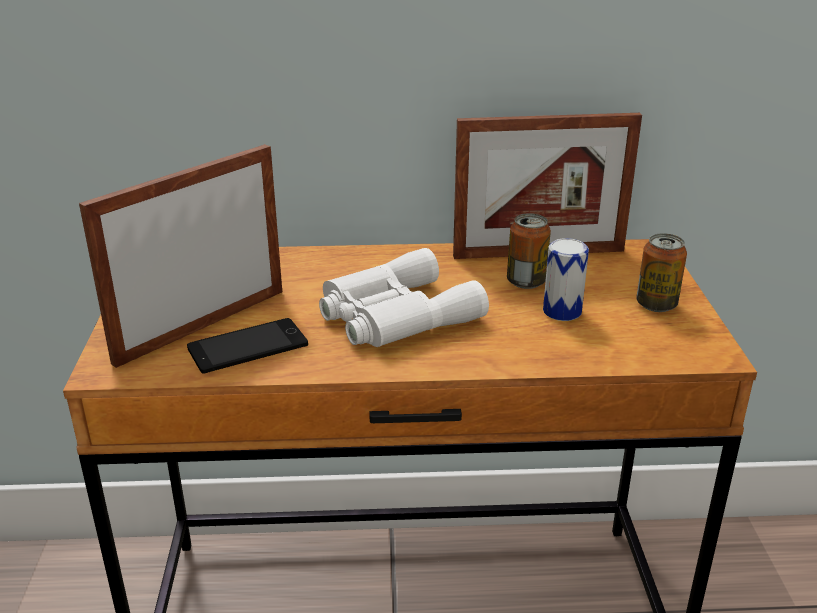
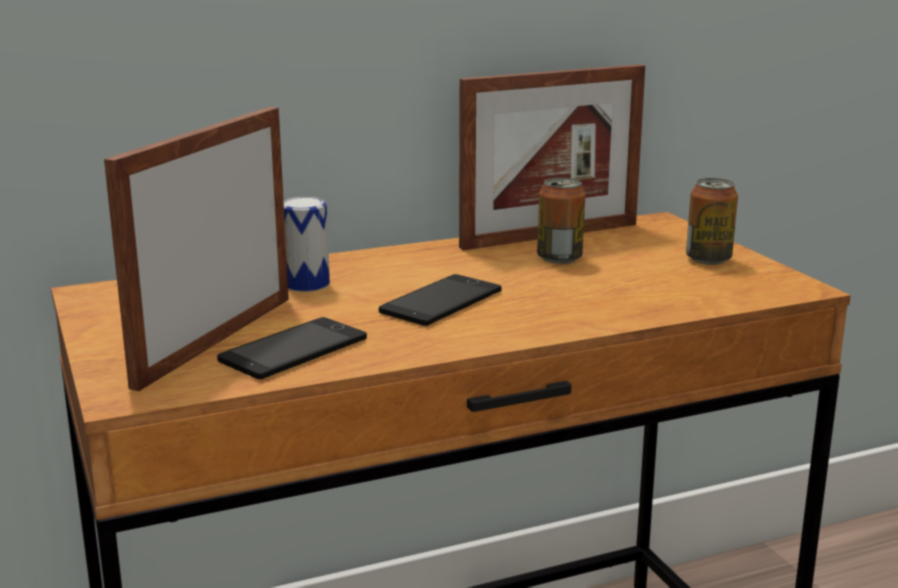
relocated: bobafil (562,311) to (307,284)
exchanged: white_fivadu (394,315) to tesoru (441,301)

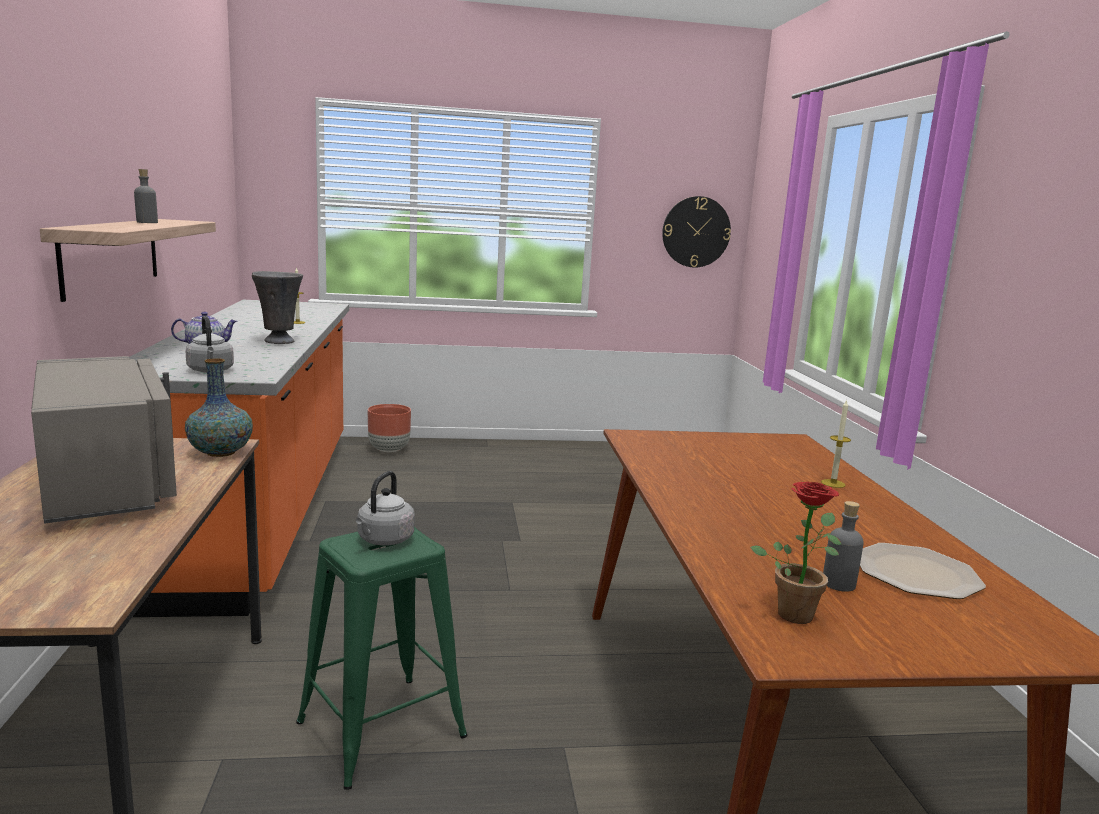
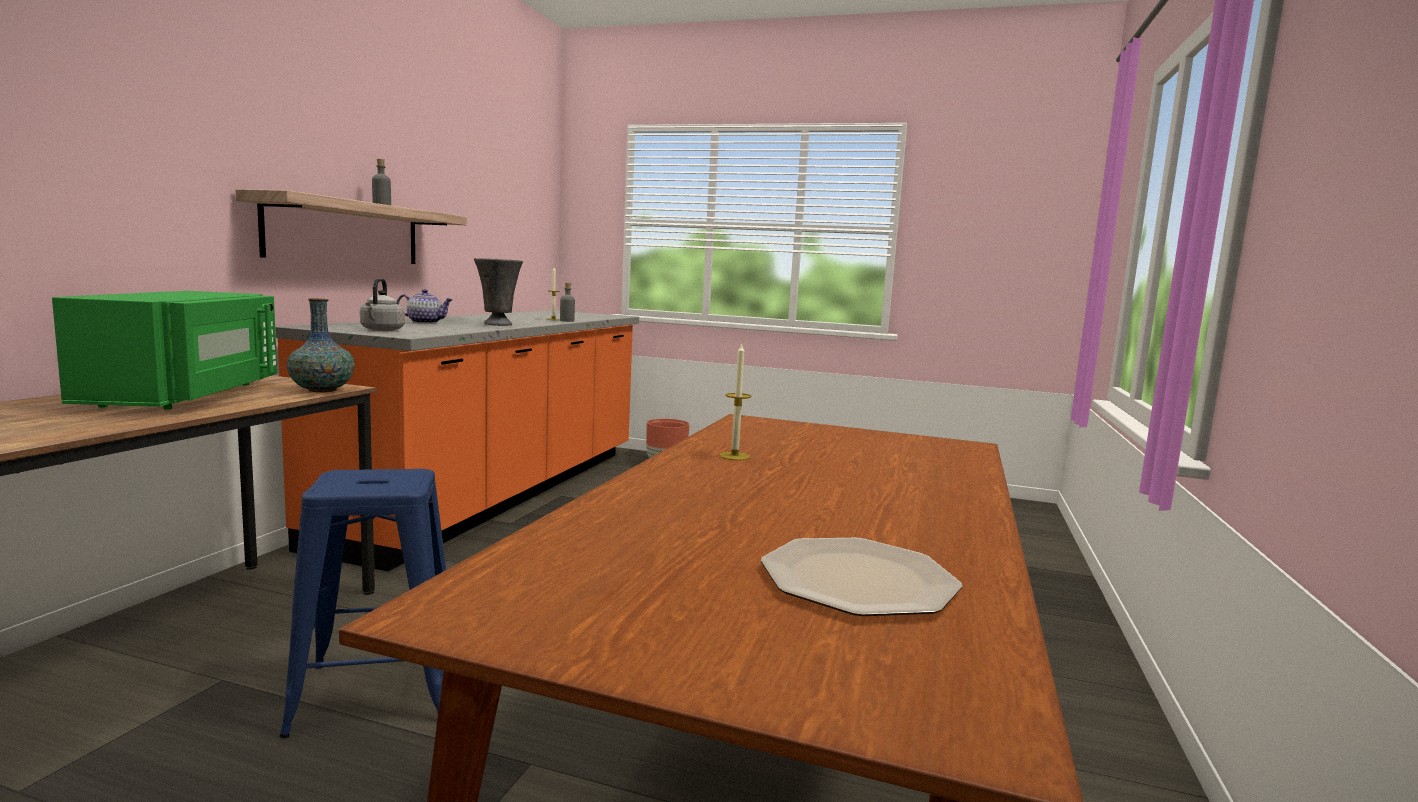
missing: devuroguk (696,232); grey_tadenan (384,540); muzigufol (795,611)
relocated: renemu (833,483) to (734,456); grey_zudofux (838,584) to (567,321)
colour: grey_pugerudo (108,483) to green_pugerudo (188,395); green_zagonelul (381,729) to blue_zagonelul (377,693)

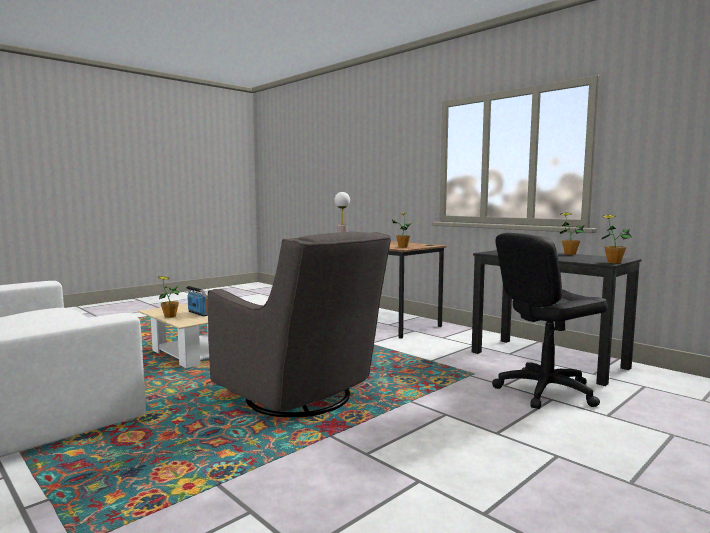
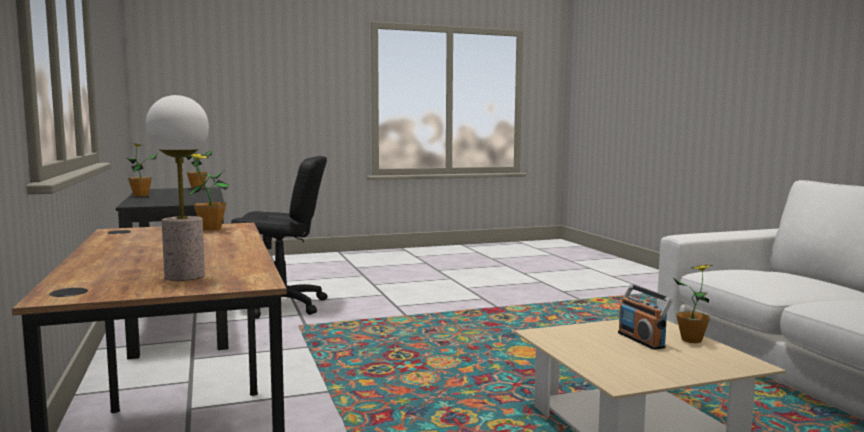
missing: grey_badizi (301,398)

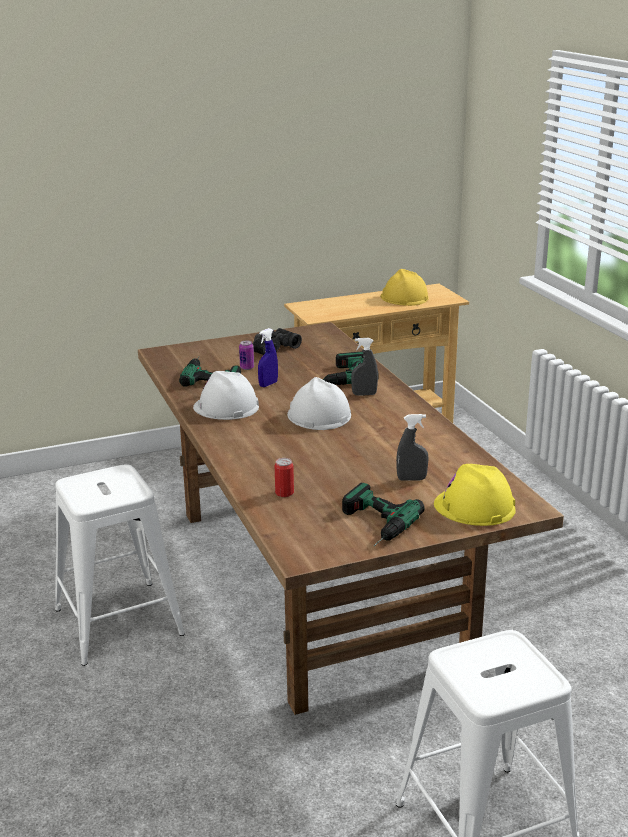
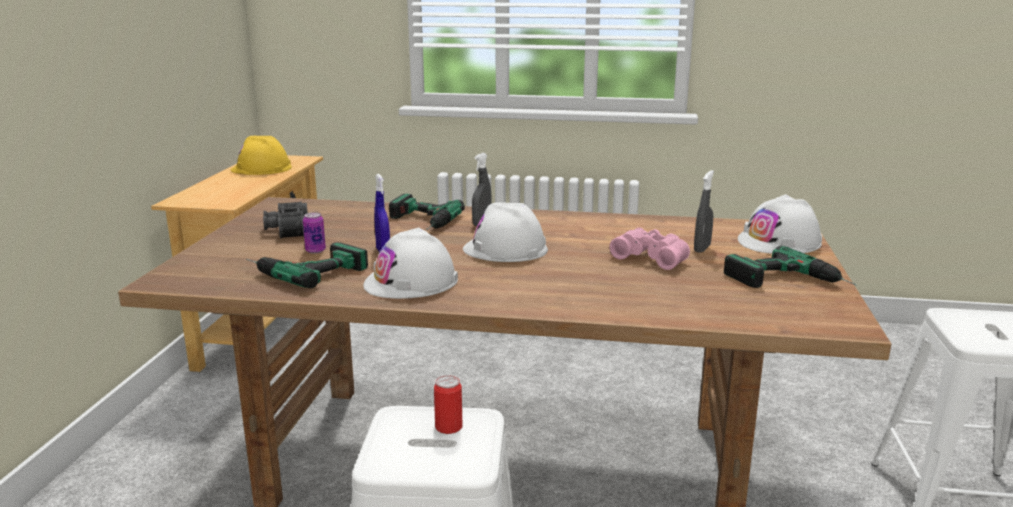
appeared: pink_fivadu (652,257)
relocated: bobafil (284,493) to (448,427)
colour: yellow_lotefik (474,507) to white_lotefik (779,242)

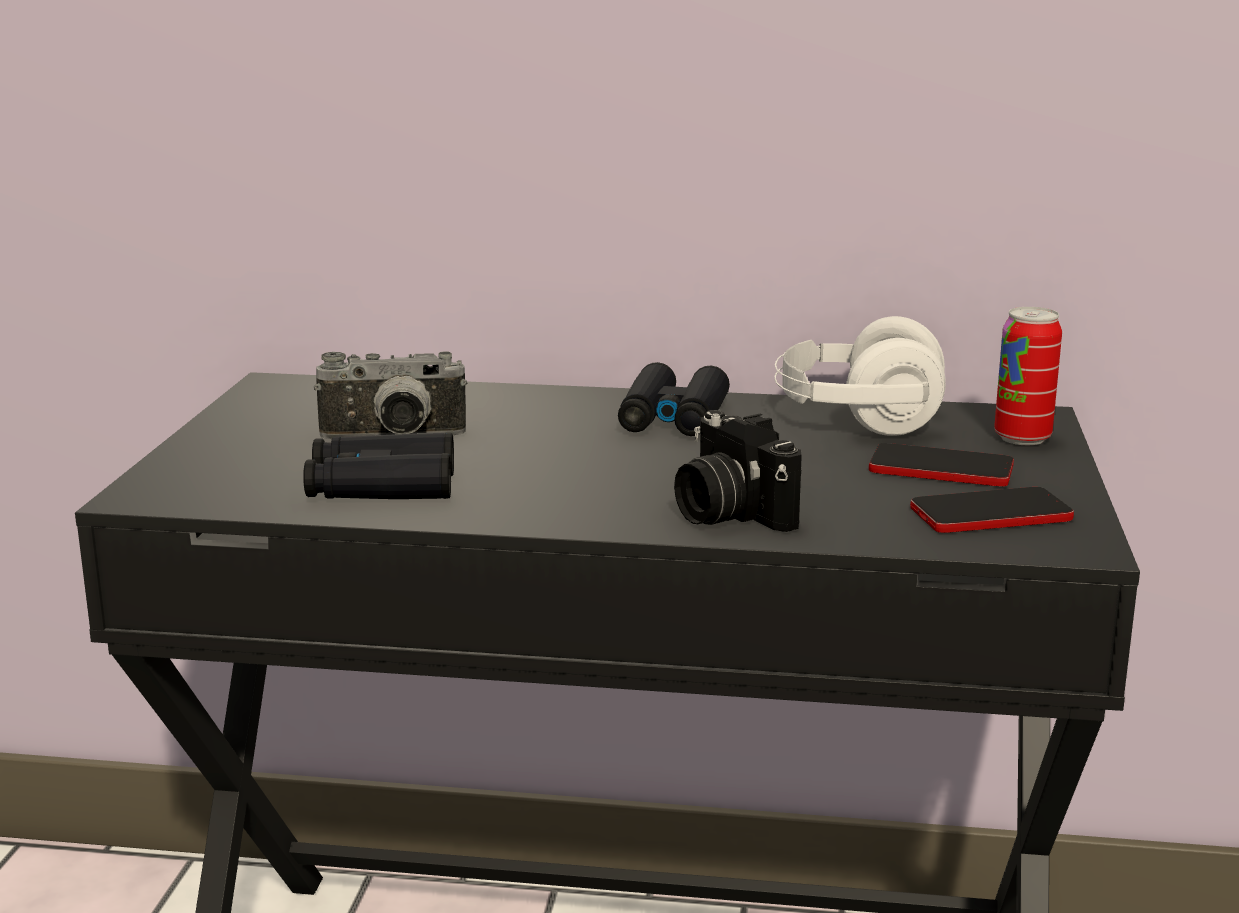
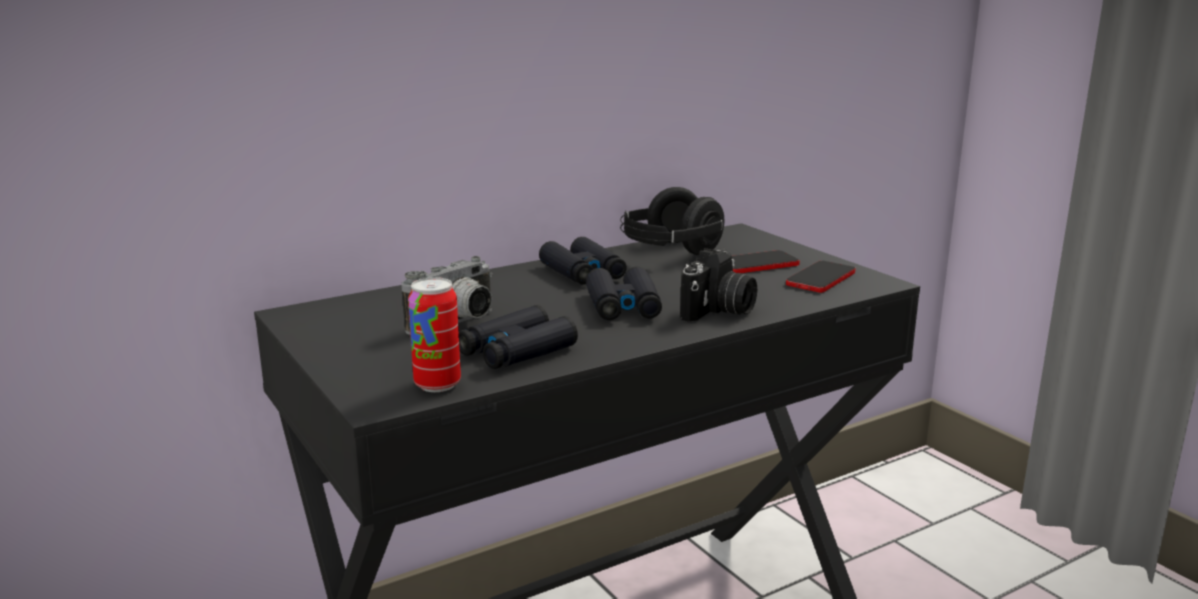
appeared: black_fivadu (623,306)
relocated: bobafil (1022,438) to (437,385)
colour: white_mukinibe (856,419) to black_mukinibe (669,251)
spun: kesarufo (727,513) = (719,311) 75 degrees counterclockwise

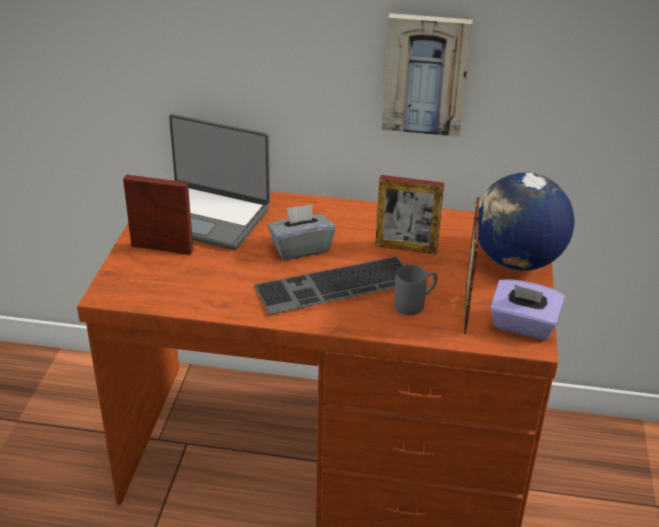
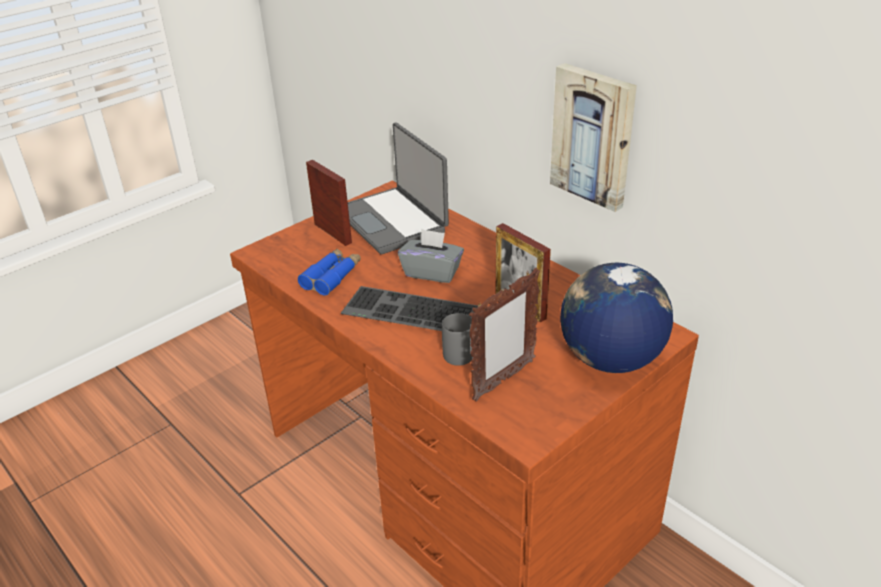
missing: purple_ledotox (523,326)
appeared: blue_fivadu (332,277)

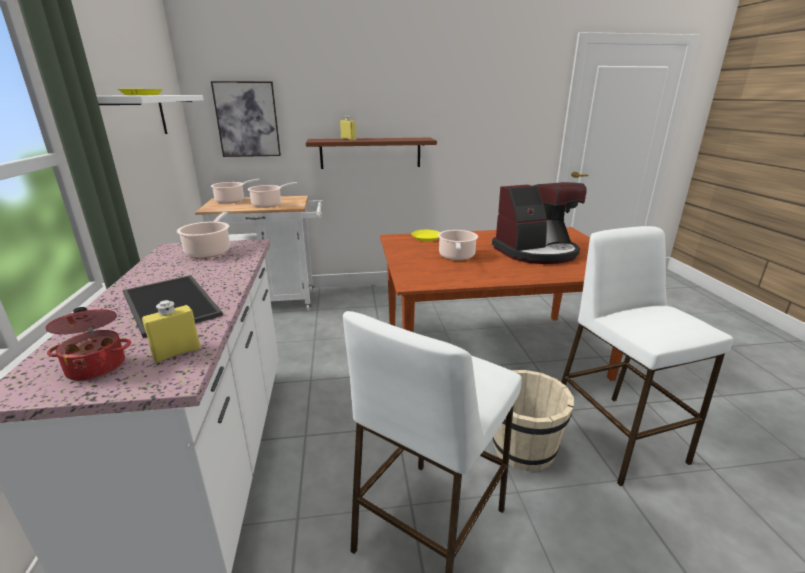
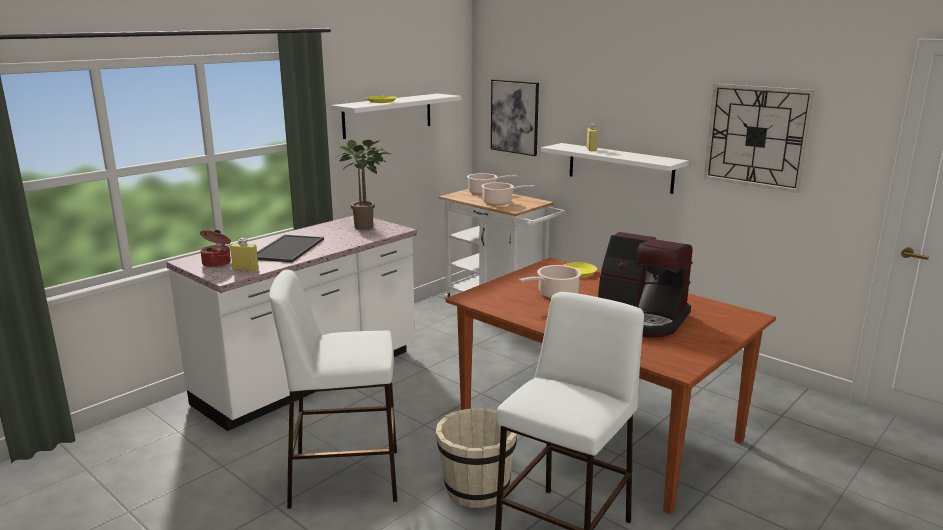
appeared: devuroguk (756,136)
exchanged: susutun (209,251) to muzigufol (367,227)
colour: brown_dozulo (370,153) to white_dozulo (620,167)

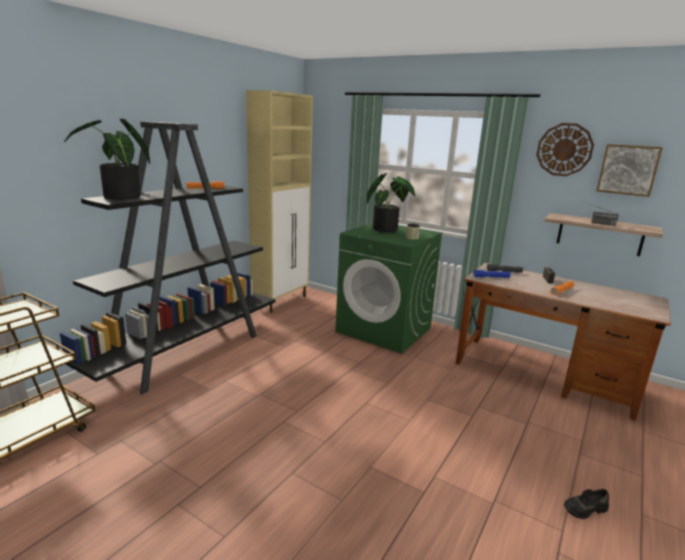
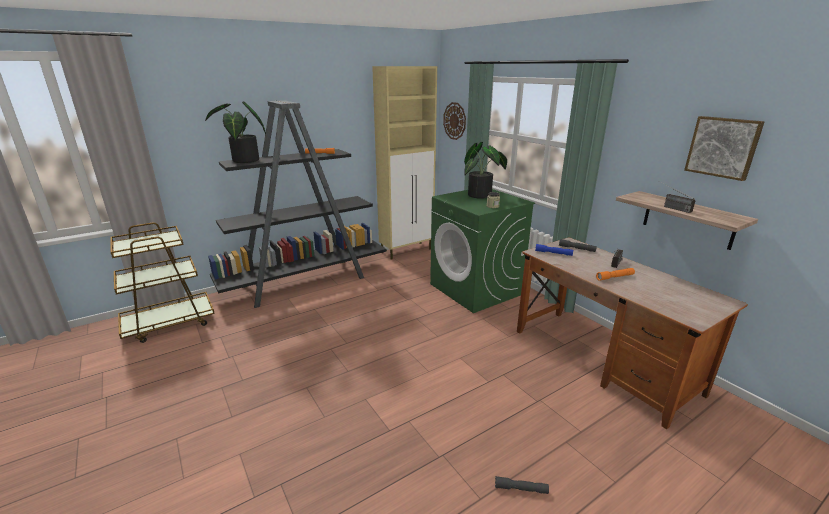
relocated: devuroguk (564,149) to (454,121)
exchanged: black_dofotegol (584,508) to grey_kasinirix (521,489)

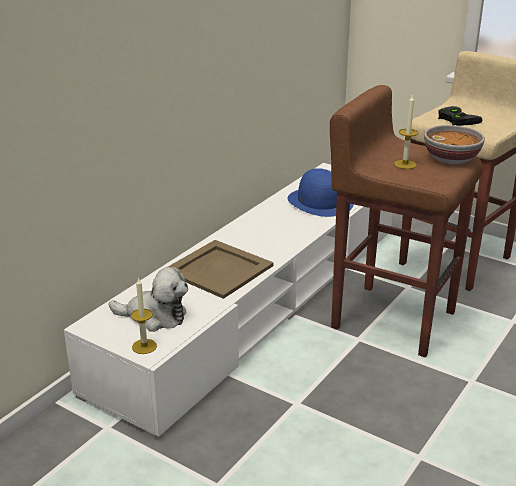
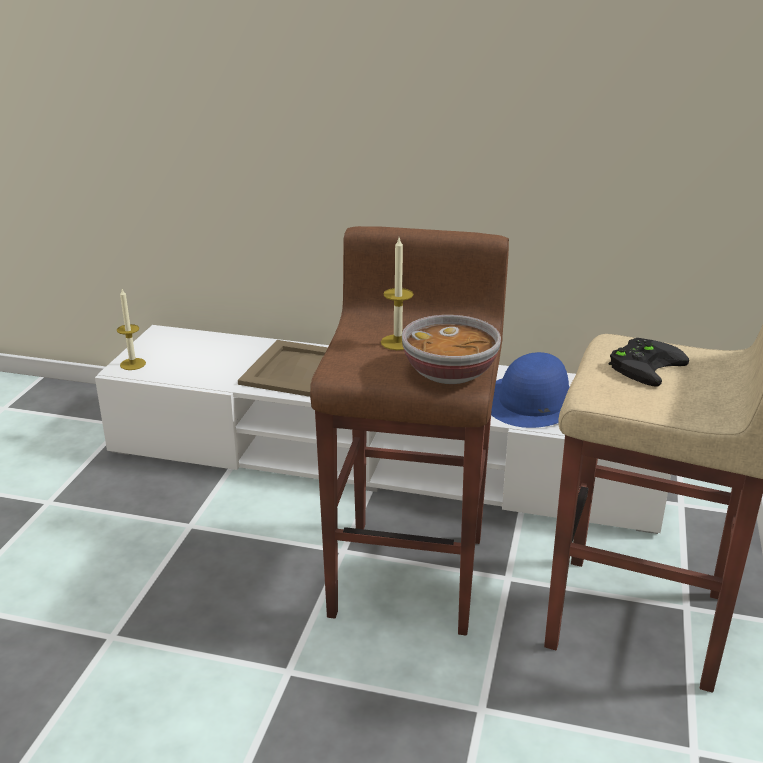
missing: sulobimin (154,316)

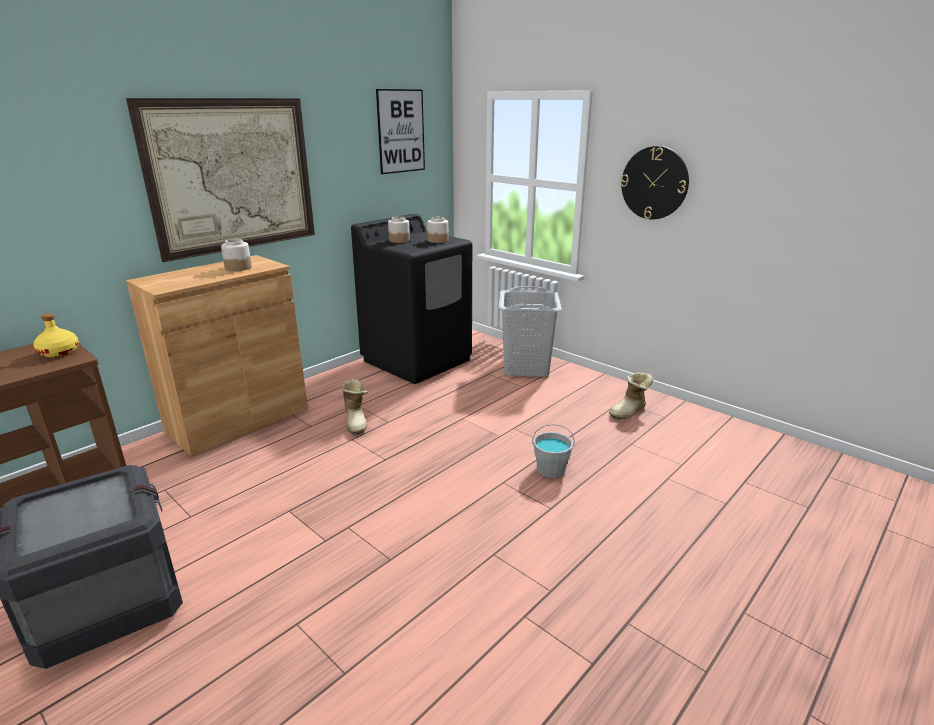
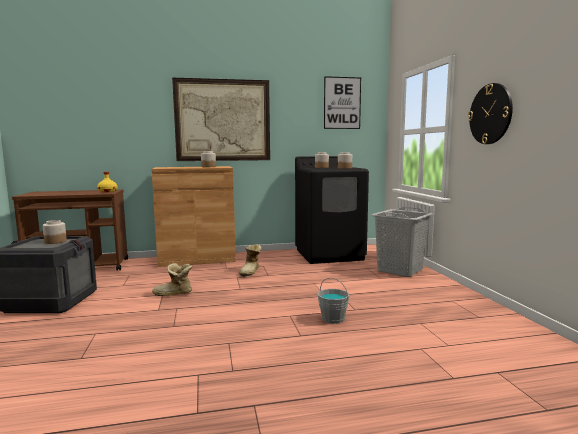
appeared: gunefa (55,241)
relocated: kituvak (630,411) to (173,294)

